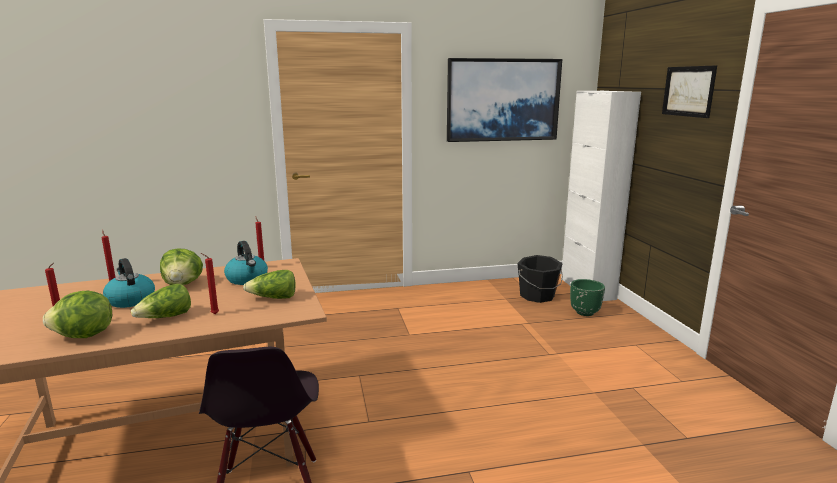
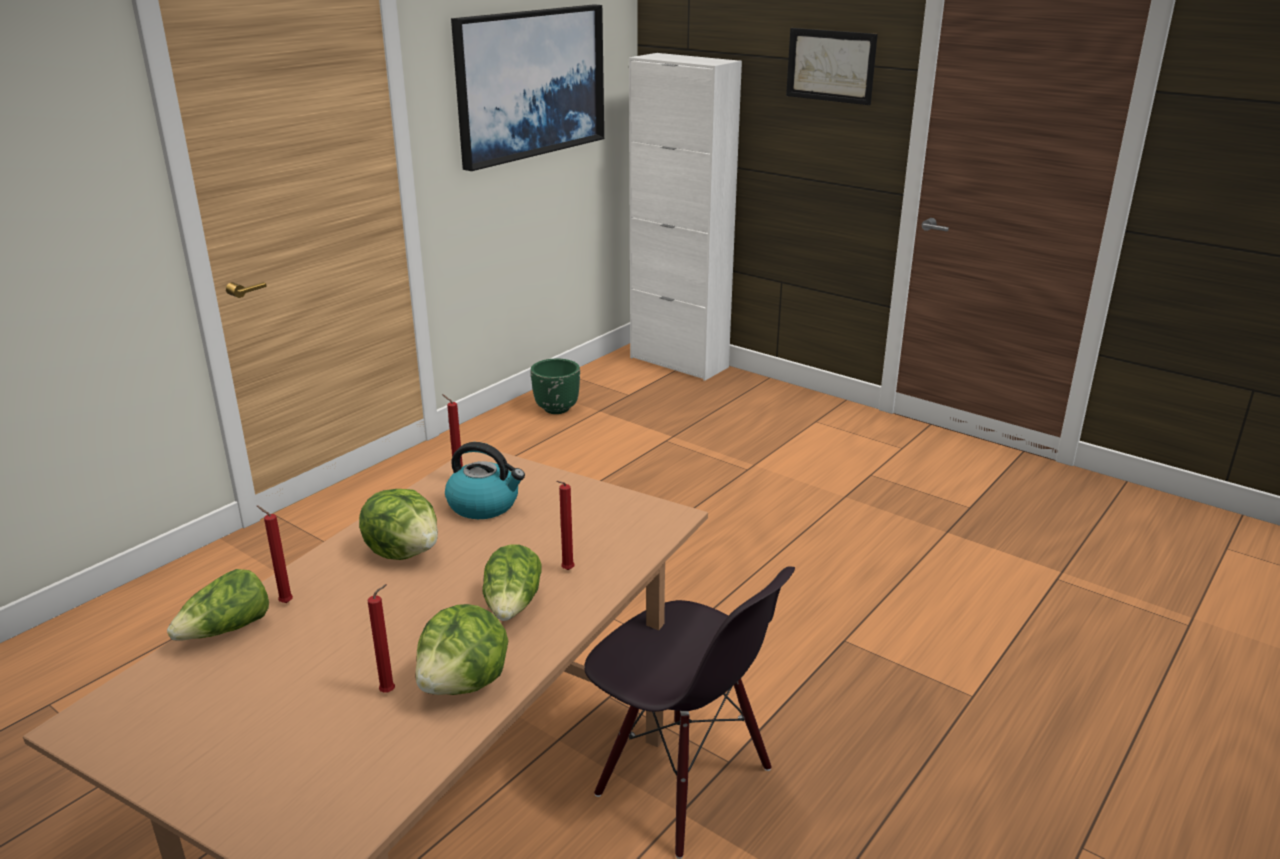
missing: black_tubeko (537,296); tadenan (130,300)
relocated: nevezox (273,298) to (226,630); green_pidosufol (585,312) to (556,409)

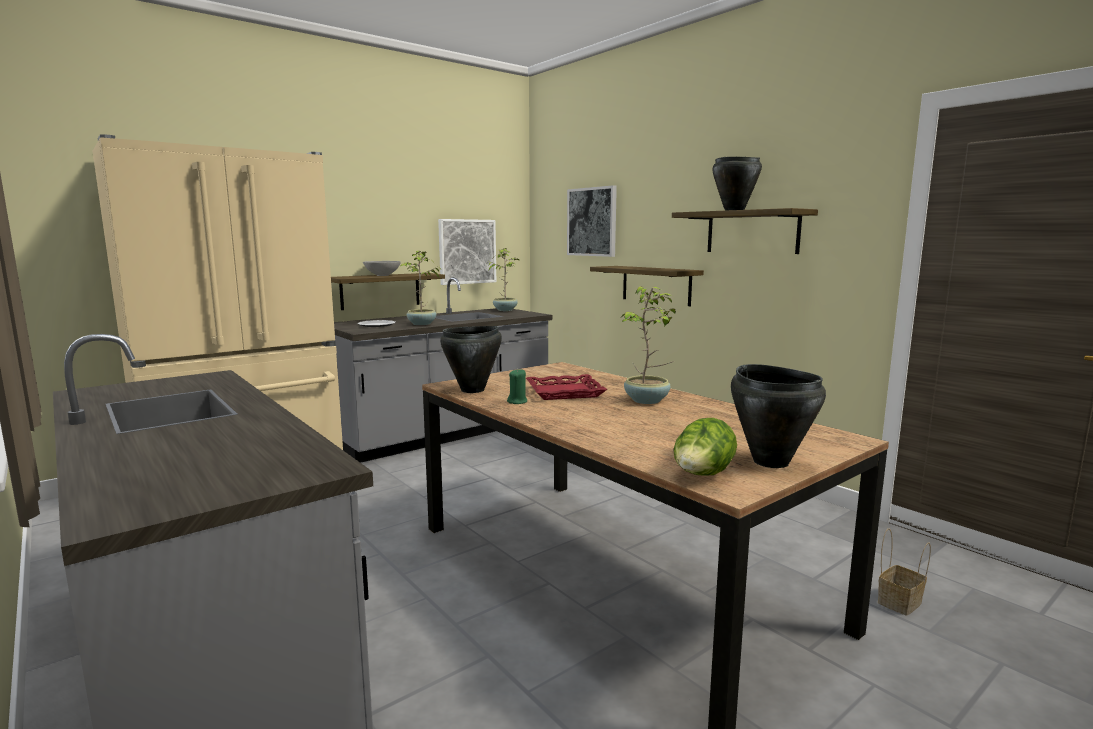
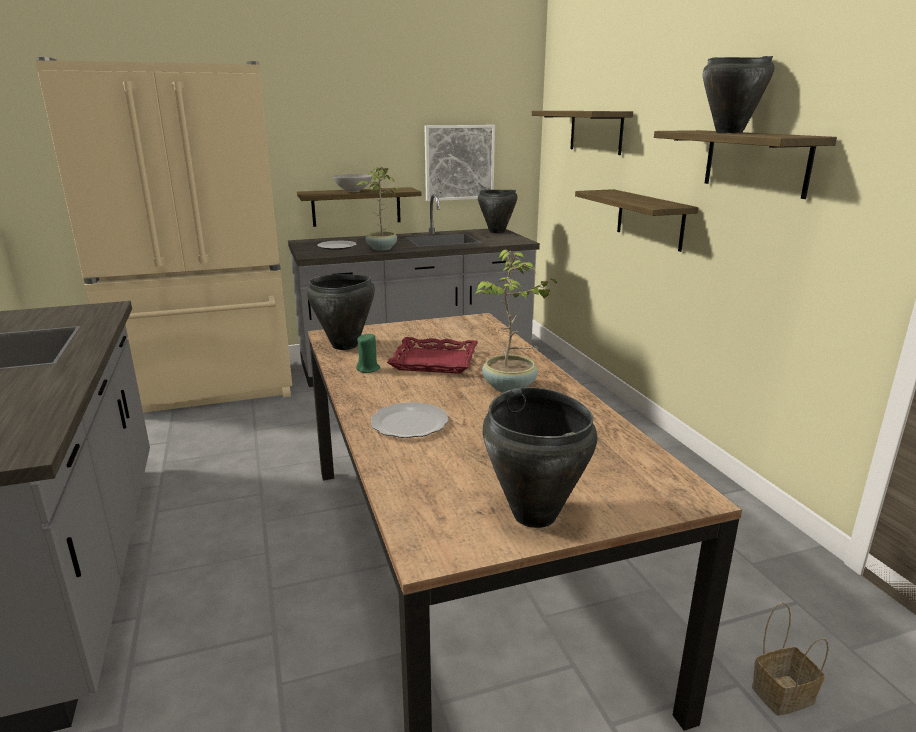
missing: nevezox (702,476)
appeared: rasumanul (410,423)
exchanged: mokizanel (592,222) to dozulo (596,131); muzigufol (505,310) to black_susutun (497,232)

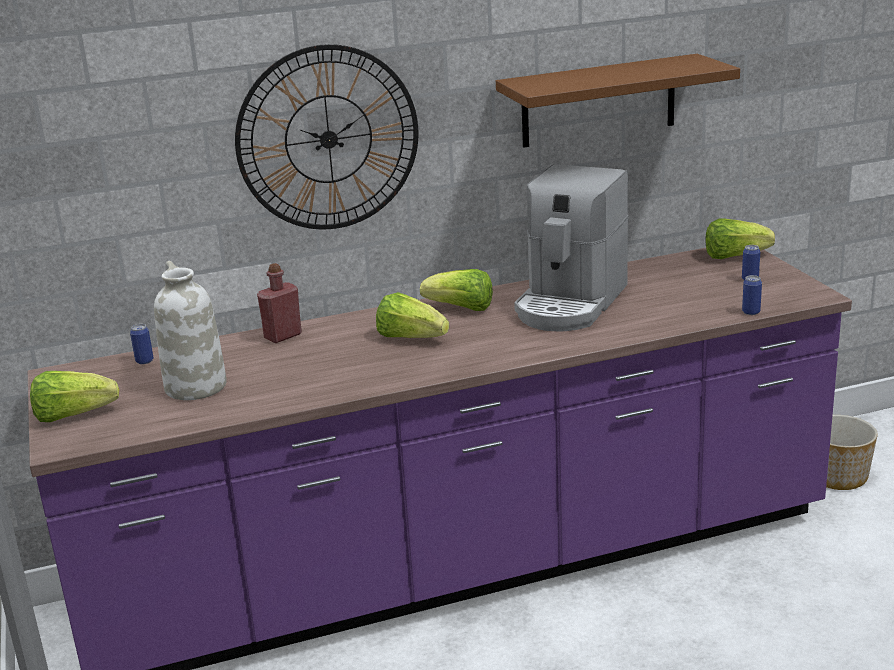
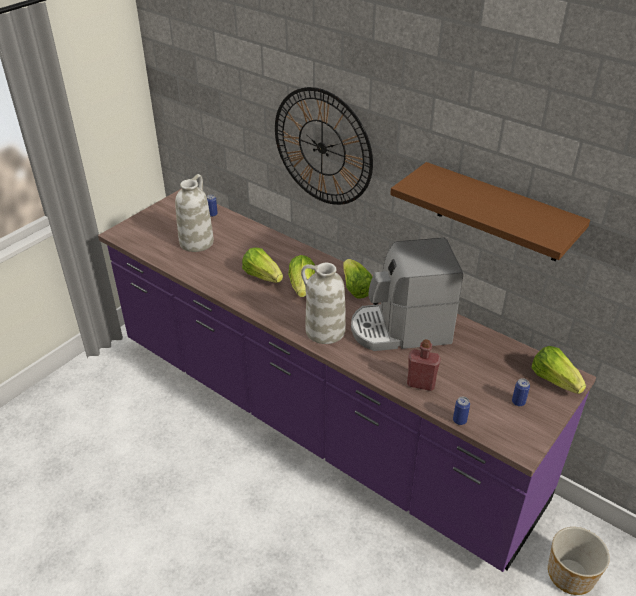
appeared: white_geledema (324,331)
relocated: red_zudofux (283,336) to (421,384); nevezox (73,415) to (262,276)

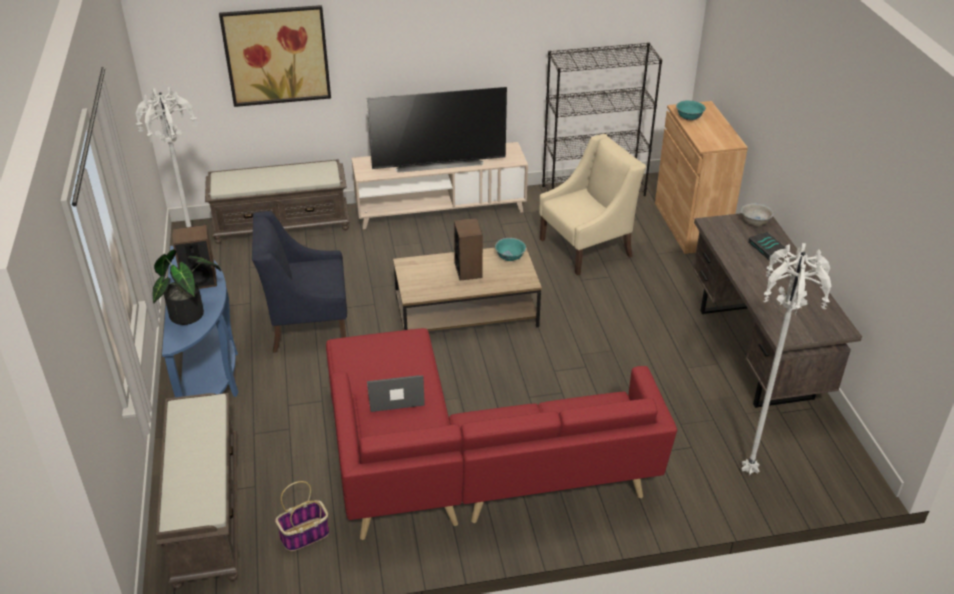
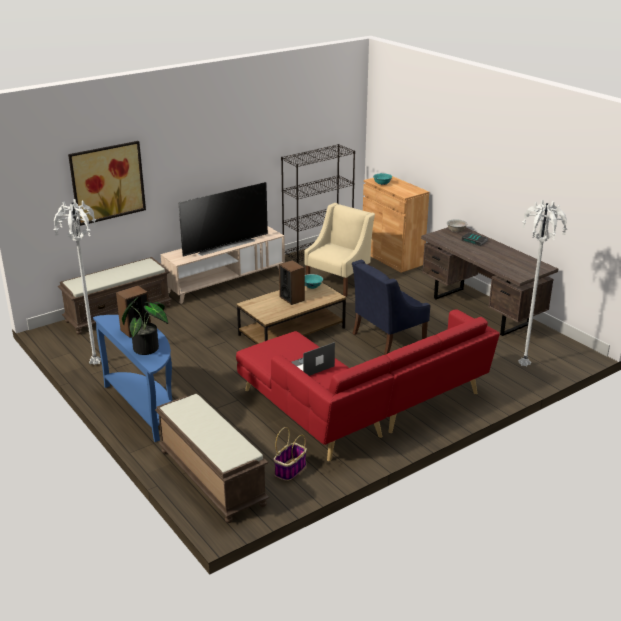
relocated: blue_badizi (307,323) to (388,338)

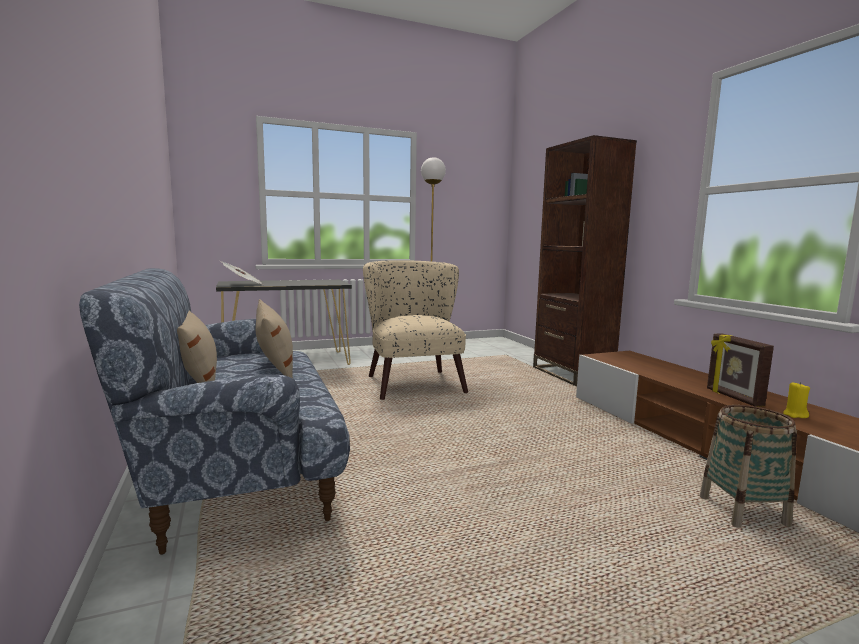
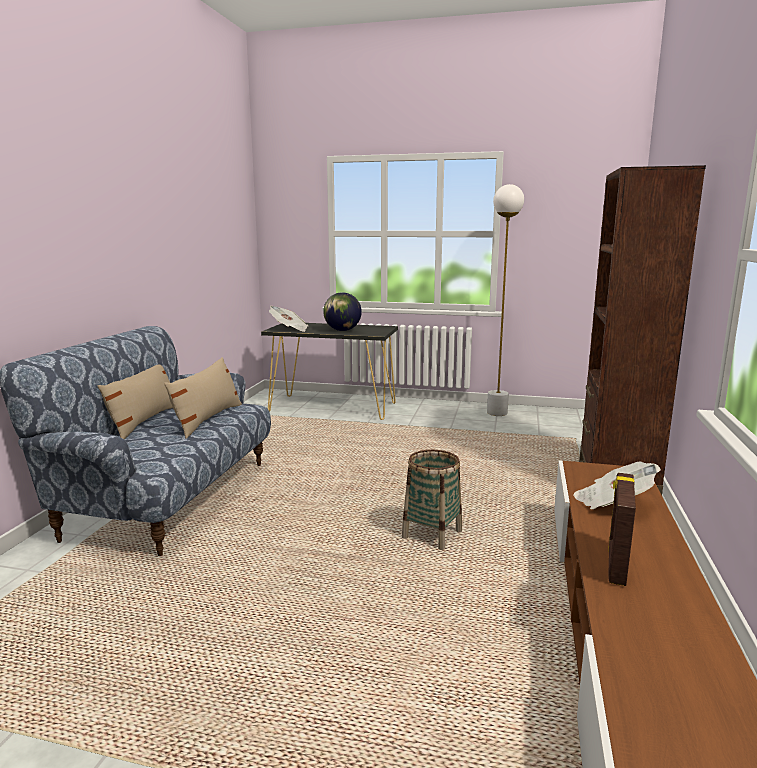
missing: beige_badizi (412,381); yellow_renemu (795,415)
appeared: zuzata (342,330); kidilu (612,503)
relocated: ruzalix (742,511) to (432,534)

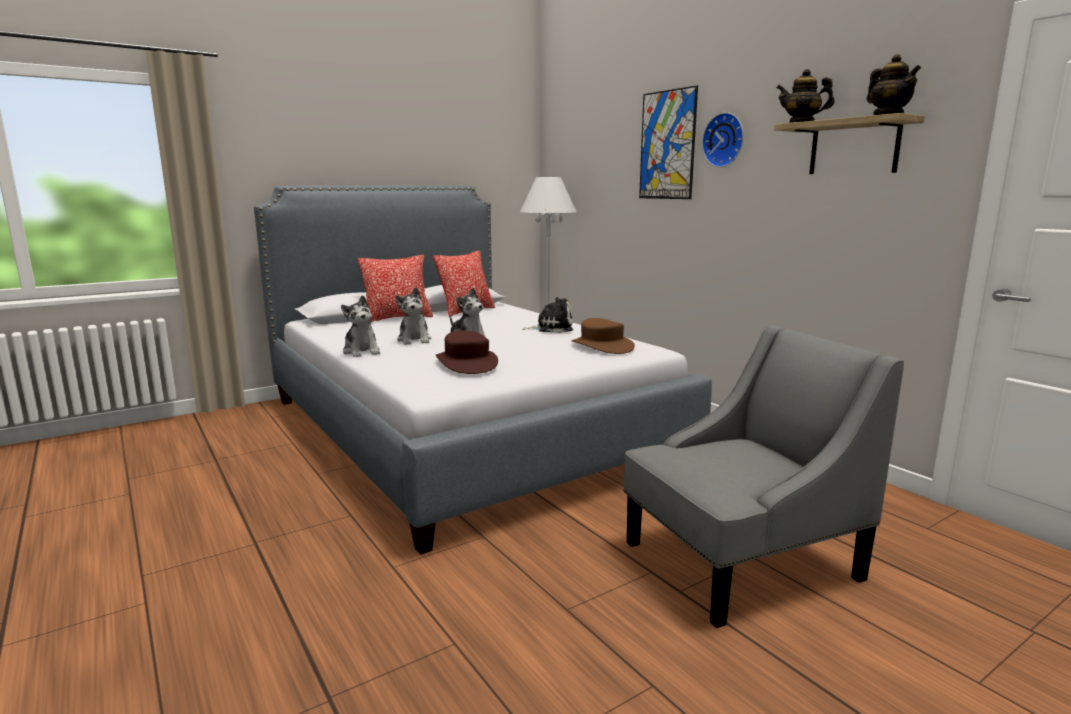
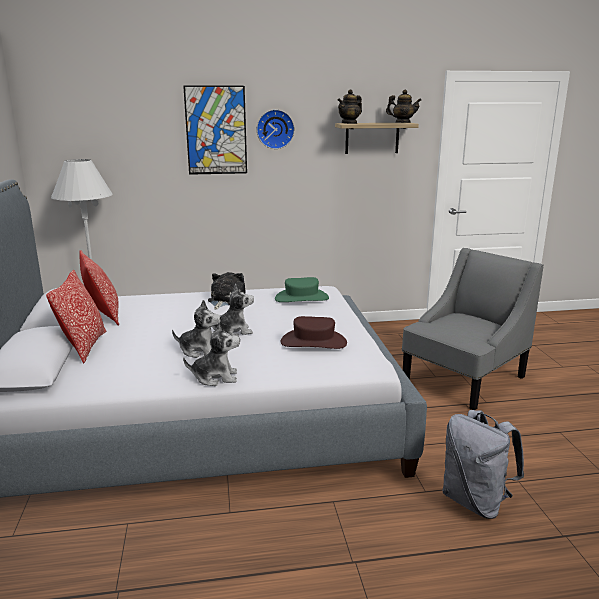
appeared: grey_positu (475,501)
colour: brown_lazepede (601,346) to green_lazepede (301,298)
spun: grey_badizi (740,560) = (463,378) 45 degrees clockwise

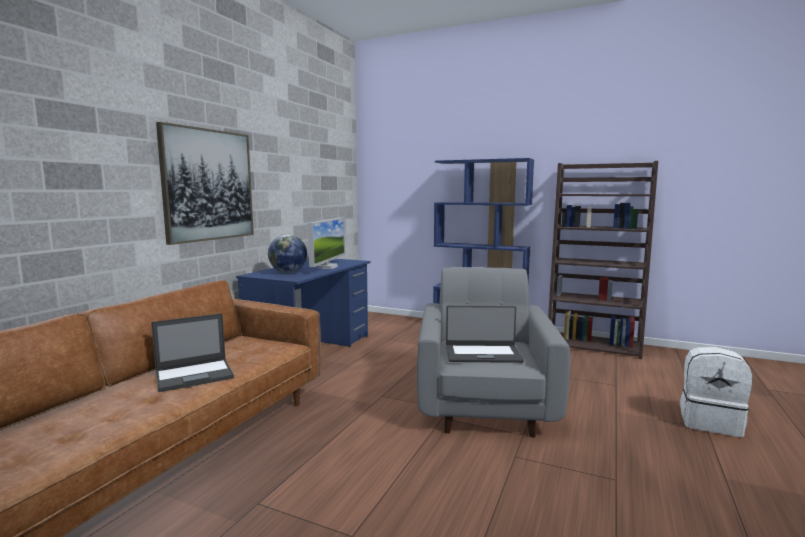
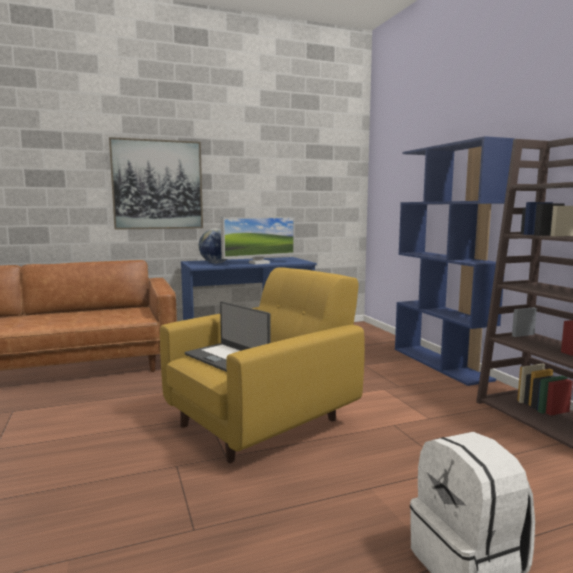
missing: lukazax (195,375)
colour: grey_badizi (484,403) to yellow_badizi (264,421)

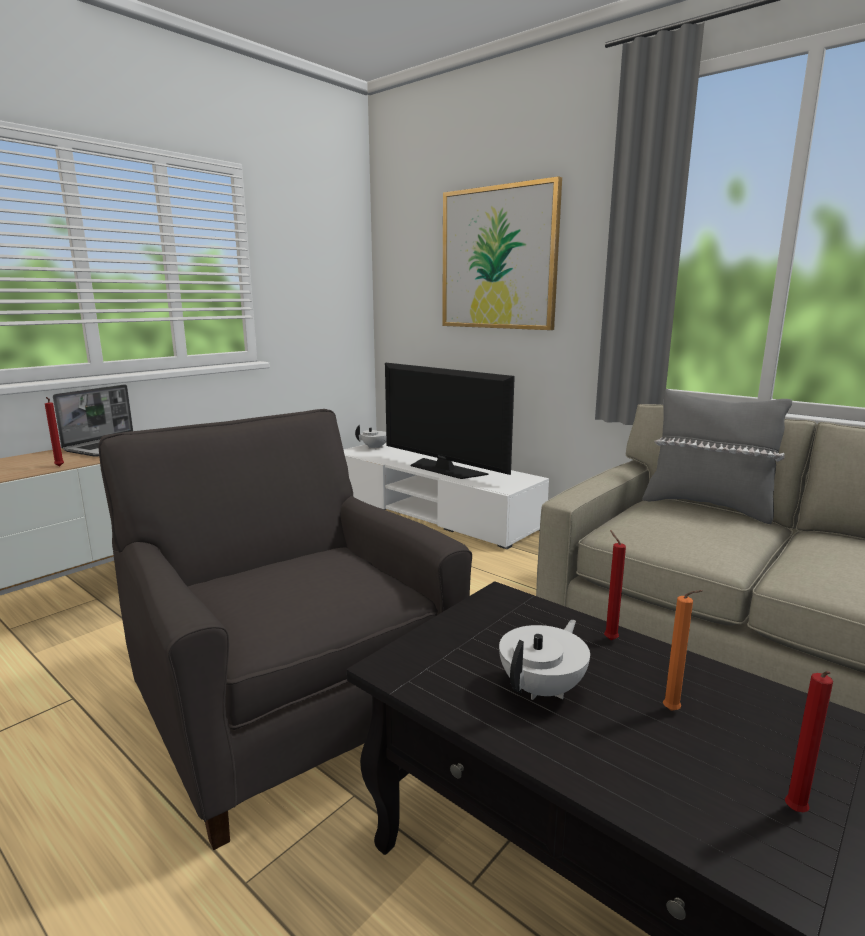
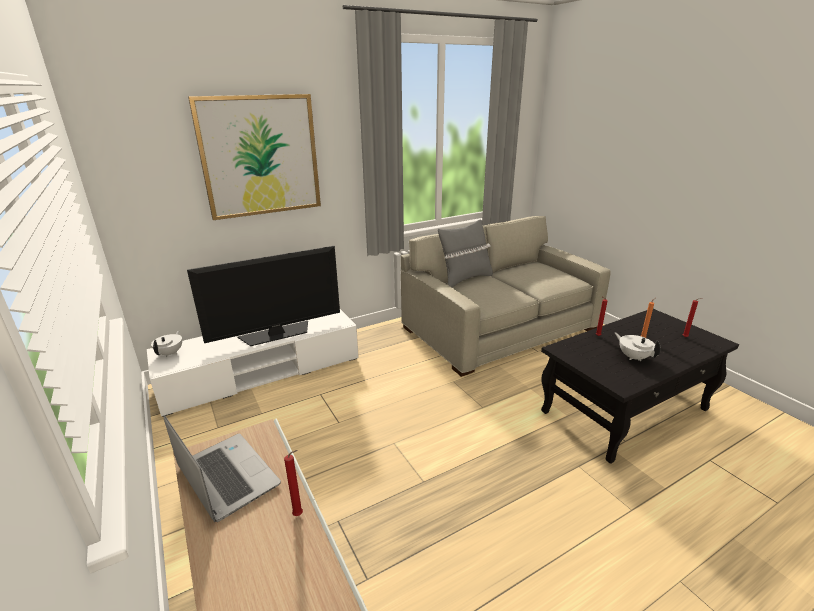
missing: grey_badizi (291,710)

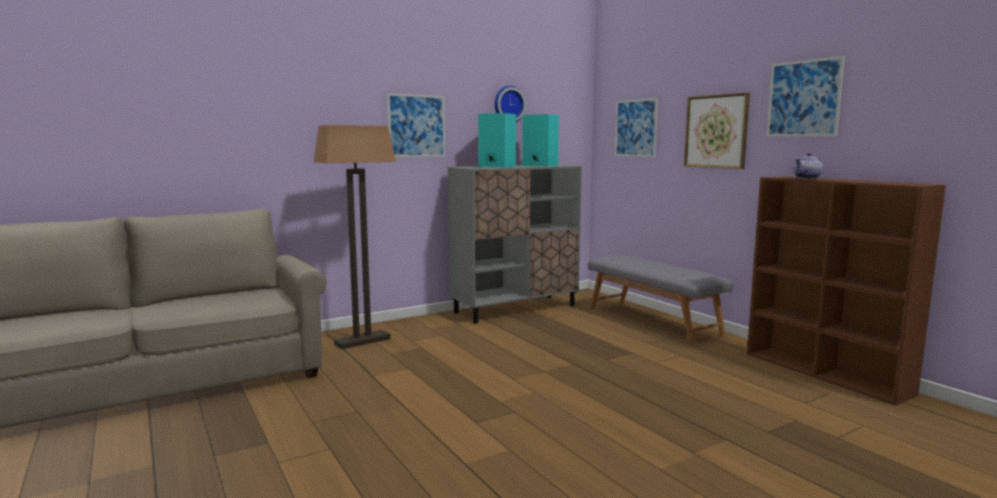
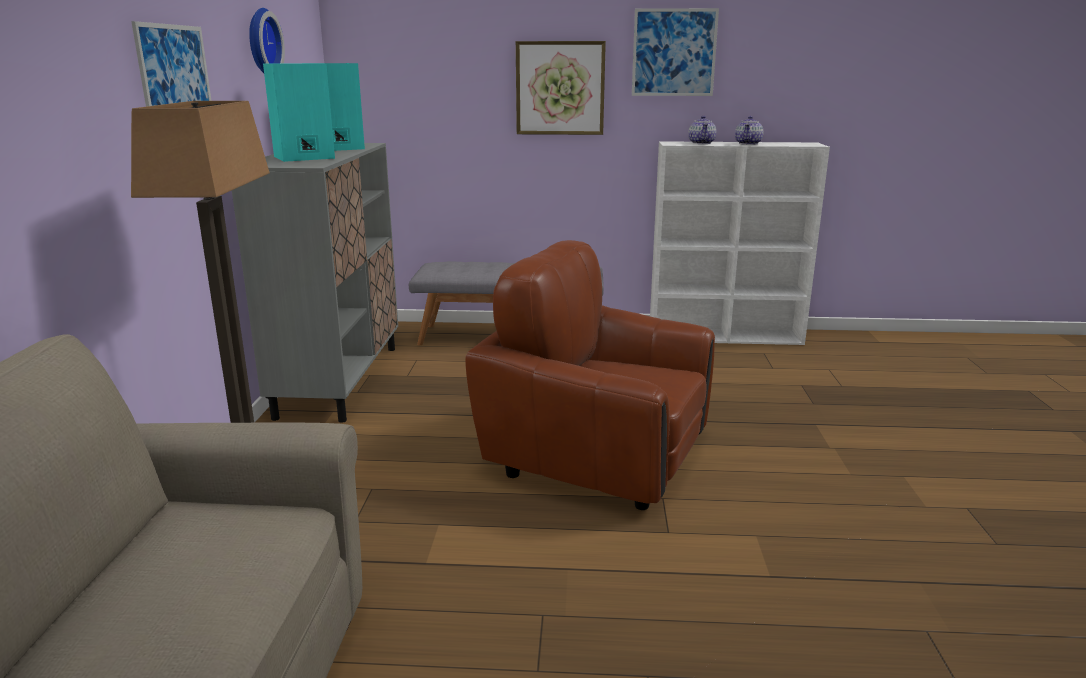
missing: mokizanel (636,128)
appeared: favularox (748,143); brown_badizi (596,457)
colour: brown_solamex (826,373) to white_solamex (726,336)

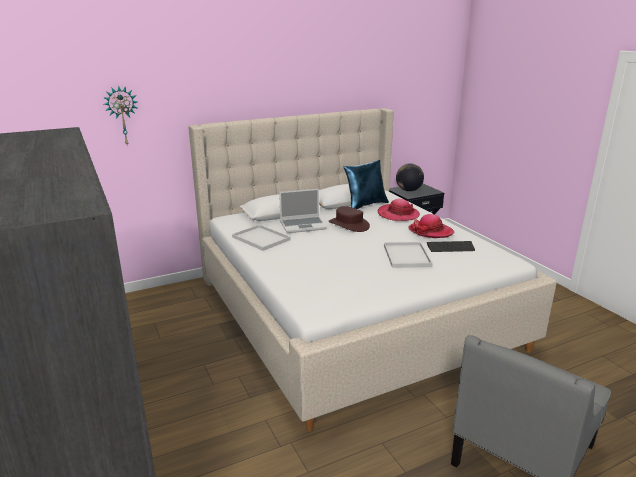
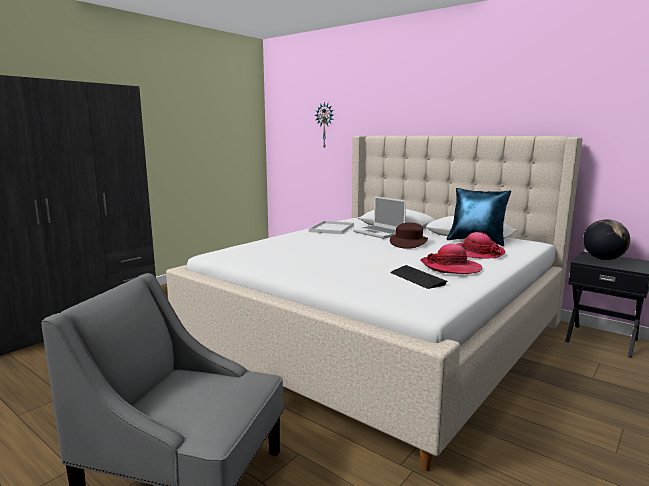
missing: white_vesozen (407,256)

